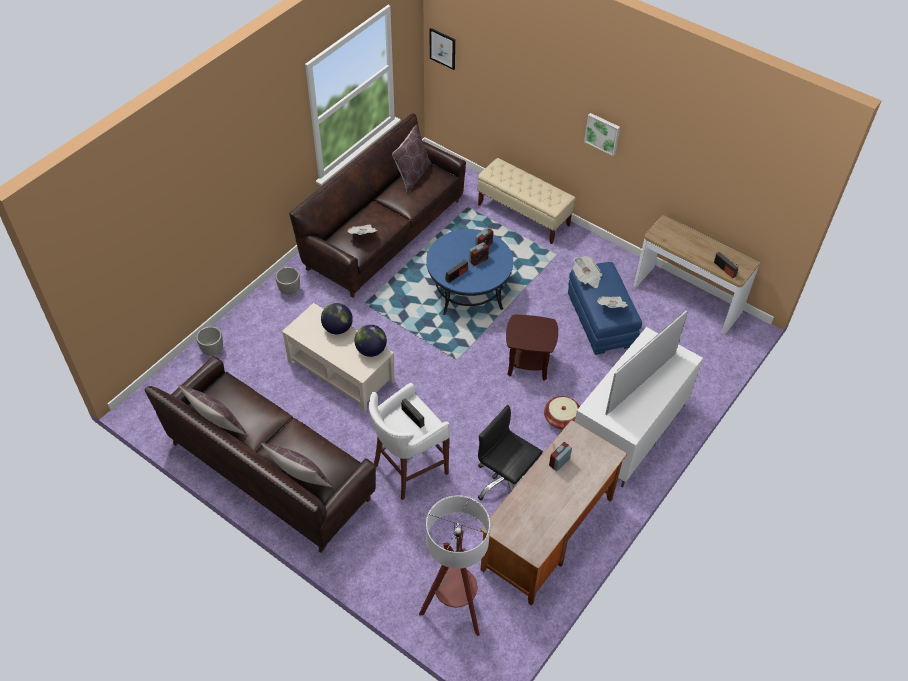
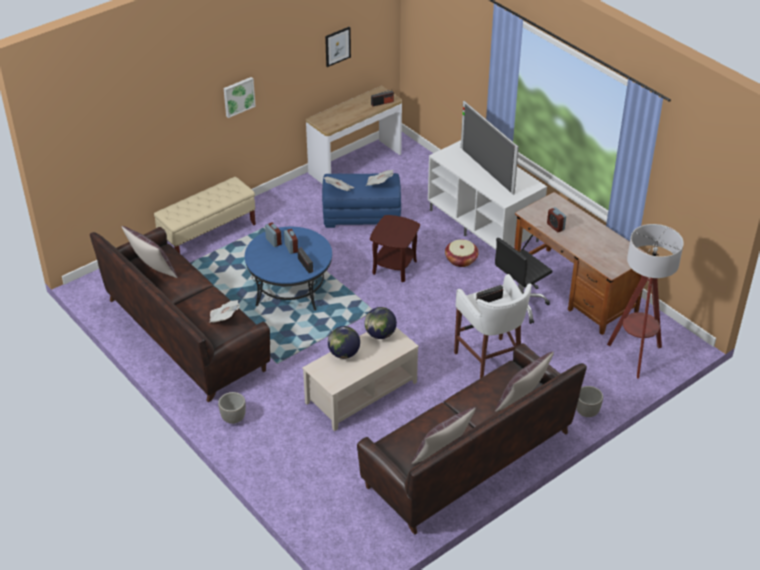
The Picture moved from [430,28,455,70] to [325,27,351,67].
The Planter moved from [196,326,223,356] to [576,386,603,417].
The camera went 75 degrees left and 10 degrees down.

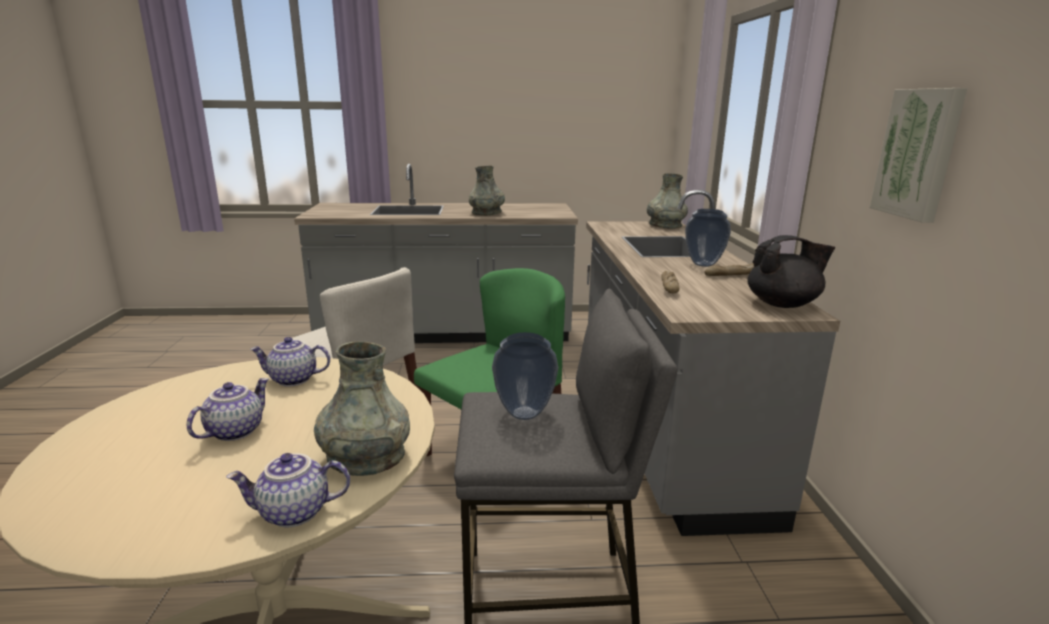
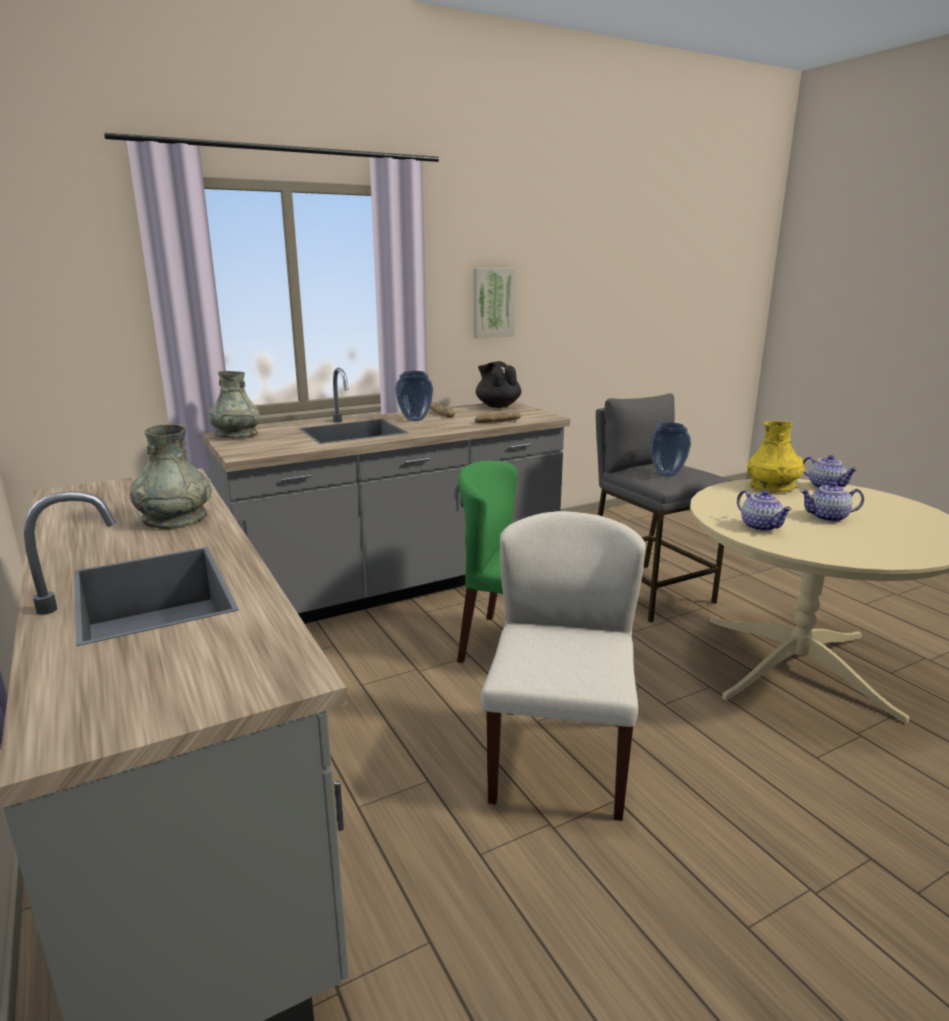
The GreyVase at [314,341,410,476] became the YellowVase at [747,421,804,493].
The camera went 115 degrees left and 0 degrees up.

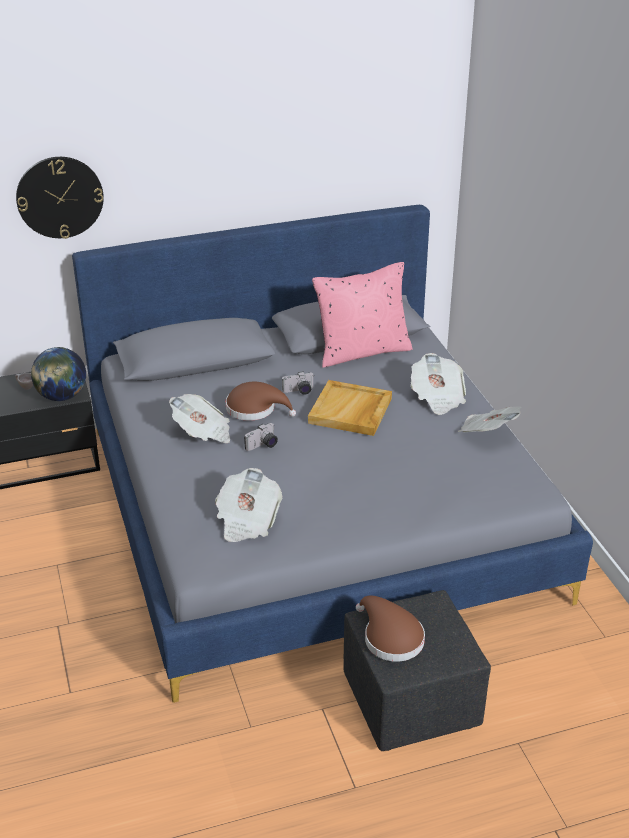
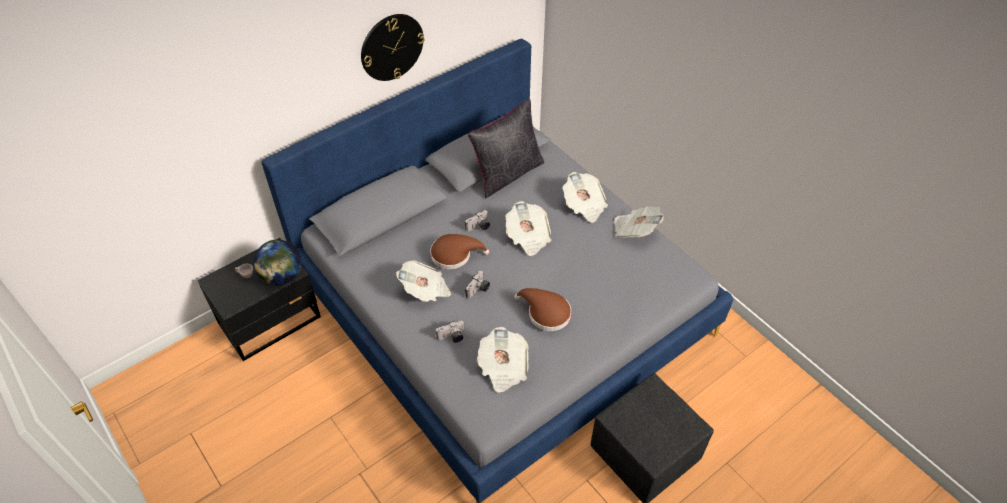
The WallClock moved from [16,157,104,239] to [361,14,425,81].
The PinkPillow at [312,262,412,368] became the BlackPillow at [468,99,544,198].
The BeigeTray at [308,380,392,436] was replaced by the Newspaper at [505,201,552,256].
The BrownHat moved from [356,596,425,662] to [514,288,571,331].
The PhotoCamera at [436,320,465,342] appeared.
The camera went 20 degrees left and 15 degrees up.

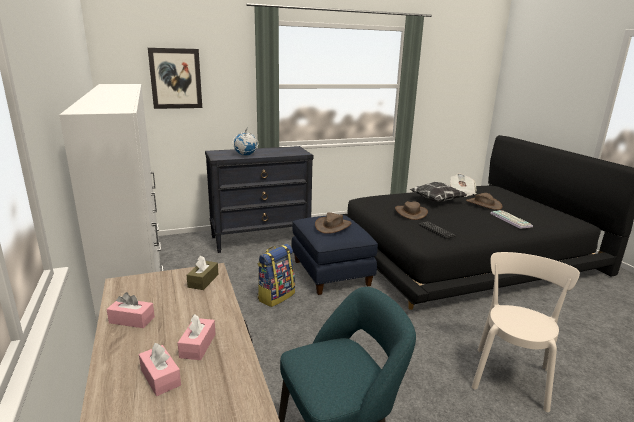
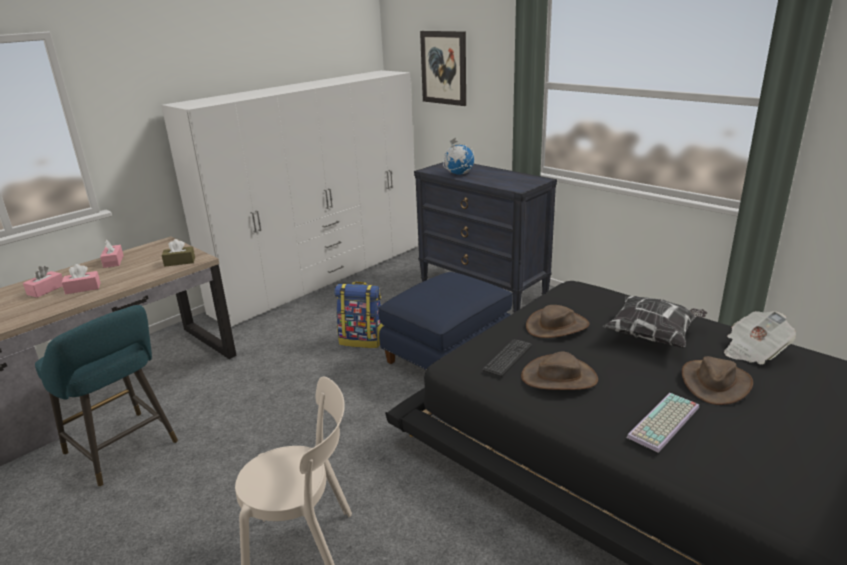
The BrownHat moved from [315,212,352,234] to [521,351,598,390].
The camera went 65 degrees right and 5 degrees up.

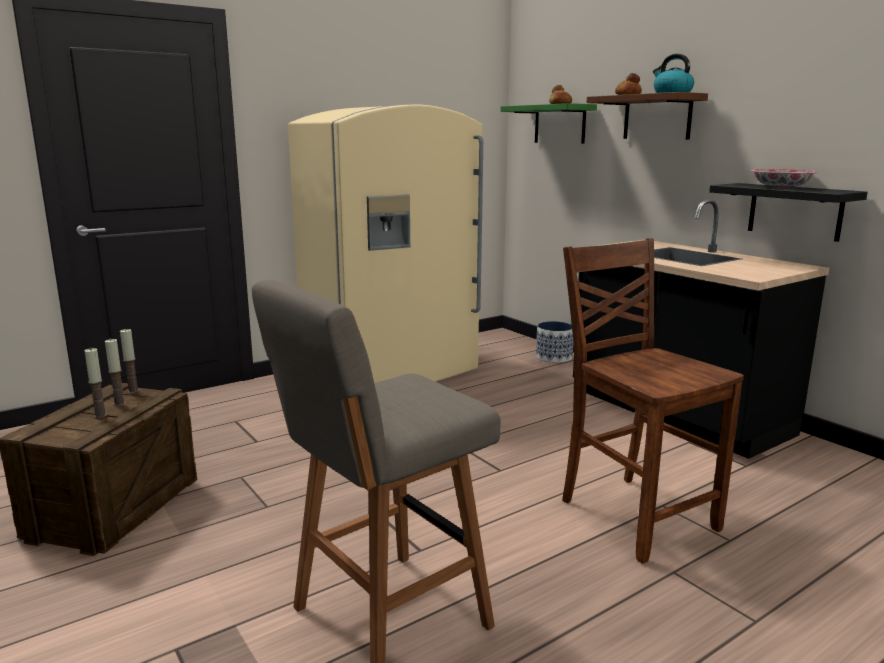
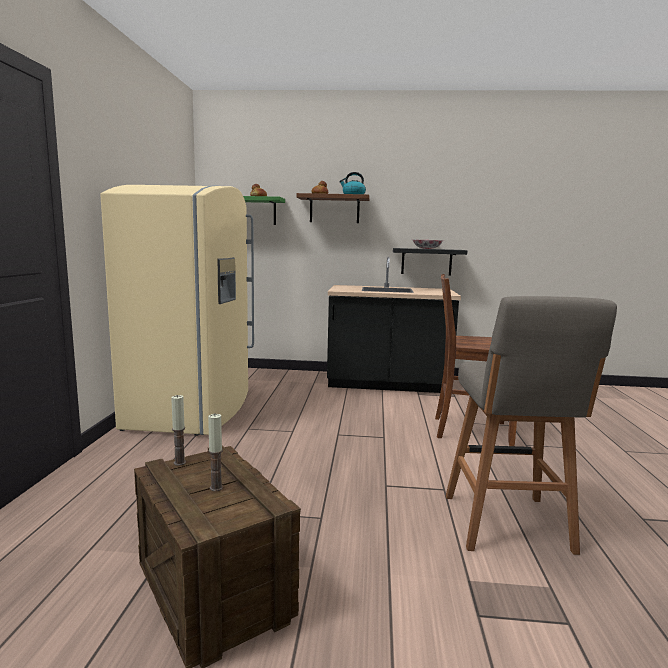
The Planter at [536,321,573,363] disappeared.
The Candle at [105,338,126,406] disappeared.
The camera went 50 degrees left and 5 degrees down.

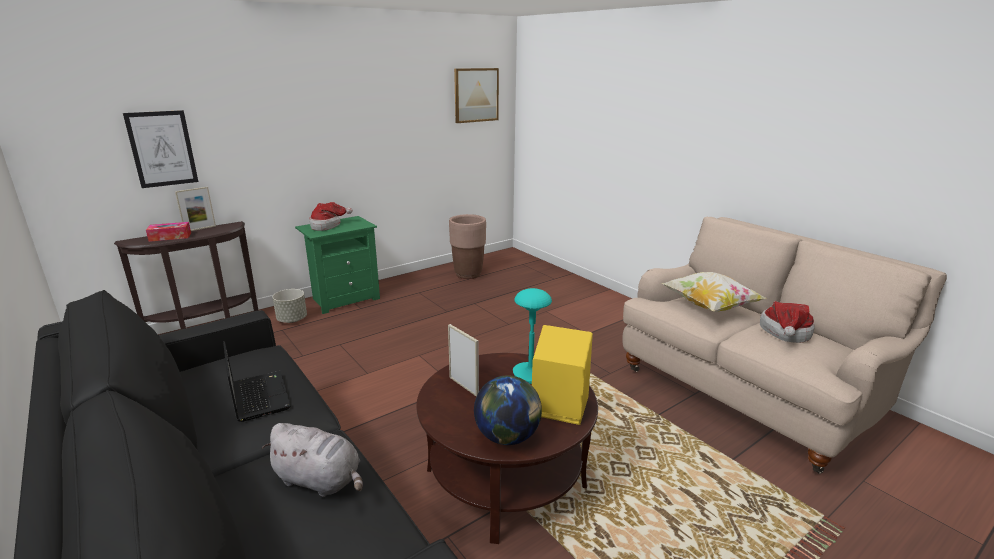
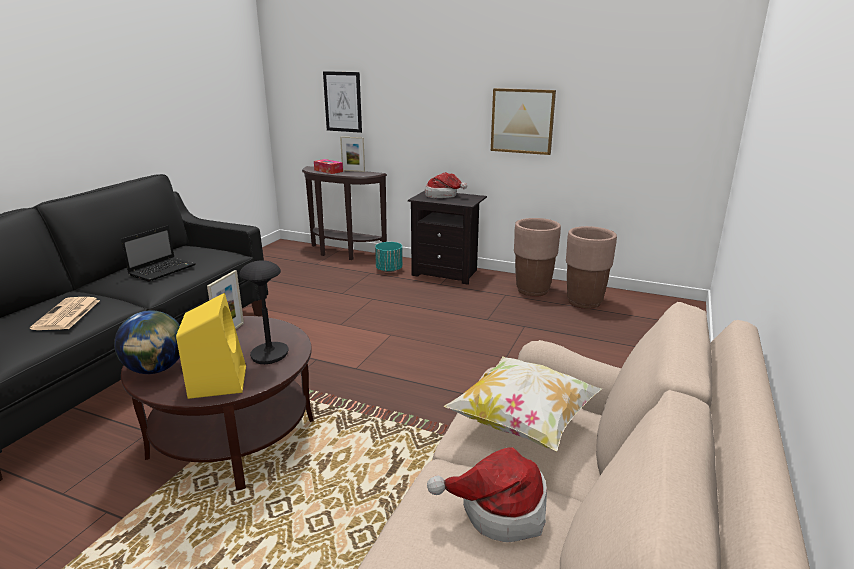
The Picture moved from [454,68,499,123] to [491,88,556,155].
The GreenNightstand at [295,216,380,314] became the BlackNightstand at [408,191,487,285].
The TurquoiseTableLamp at [513,288,552,384] became the BlackTableLamp at [239,260,289,364].
The GreyPlanter at [273,289,307,323] became the TurquoisePlanter at [375,242,403,272].
The GreyPlushToy at [262,423,363,497] was replaced by the Newspaper at [30,297,100,330].
The BrownPlanter at [514,218,561,297] appeared.
The camera went 60 degrees right and 0 degrees up.

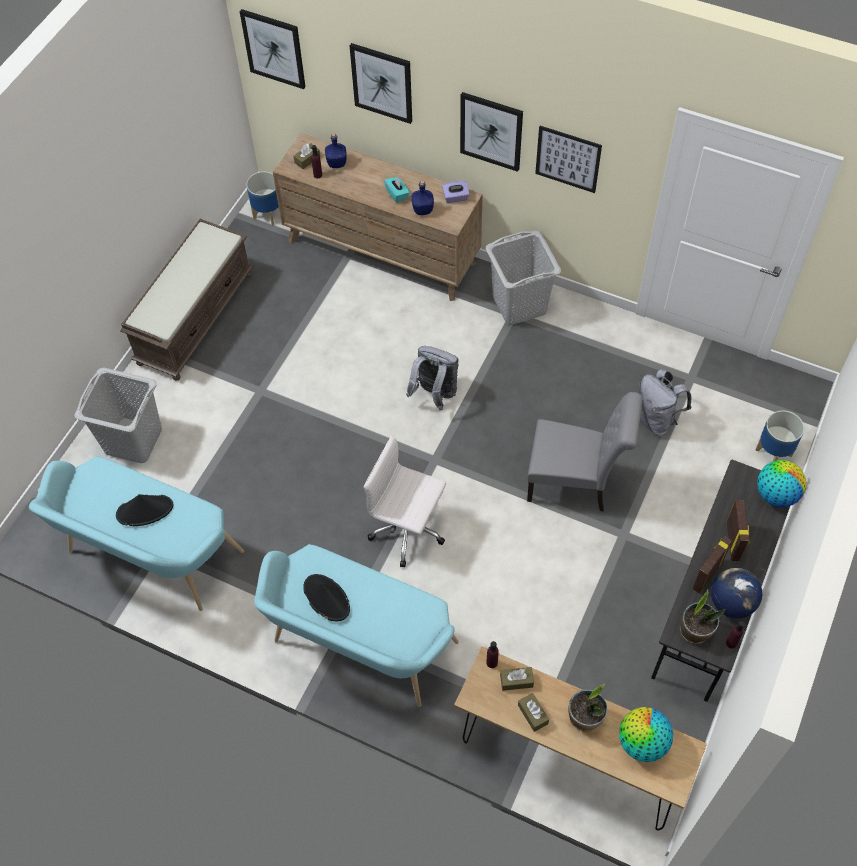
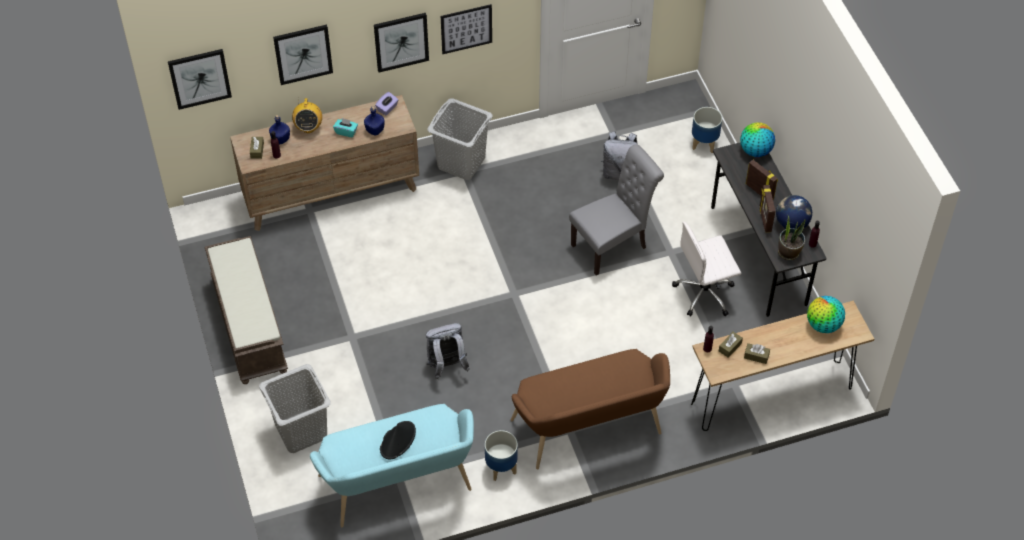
The Planter moved from [246,171,279,225] to [485,430,518,481].
The GreyBackpack moved from [406,346,459,410] to [426,323,470,379].
The WhiteOfficeChair moved from [364,435,446,567] to [672,222,741,317].
The TurquoiseBench at [254,544,459,707] became the BrownBench at [511,349,670,469].
The BlackHat at [303,574,350,621] disappeared.
The PottedPlant at [568,683,607,731] disappeared.
The Radio at [292,98,322,133] appeared.
The camera went 45 degrees left and 5 degrees down.

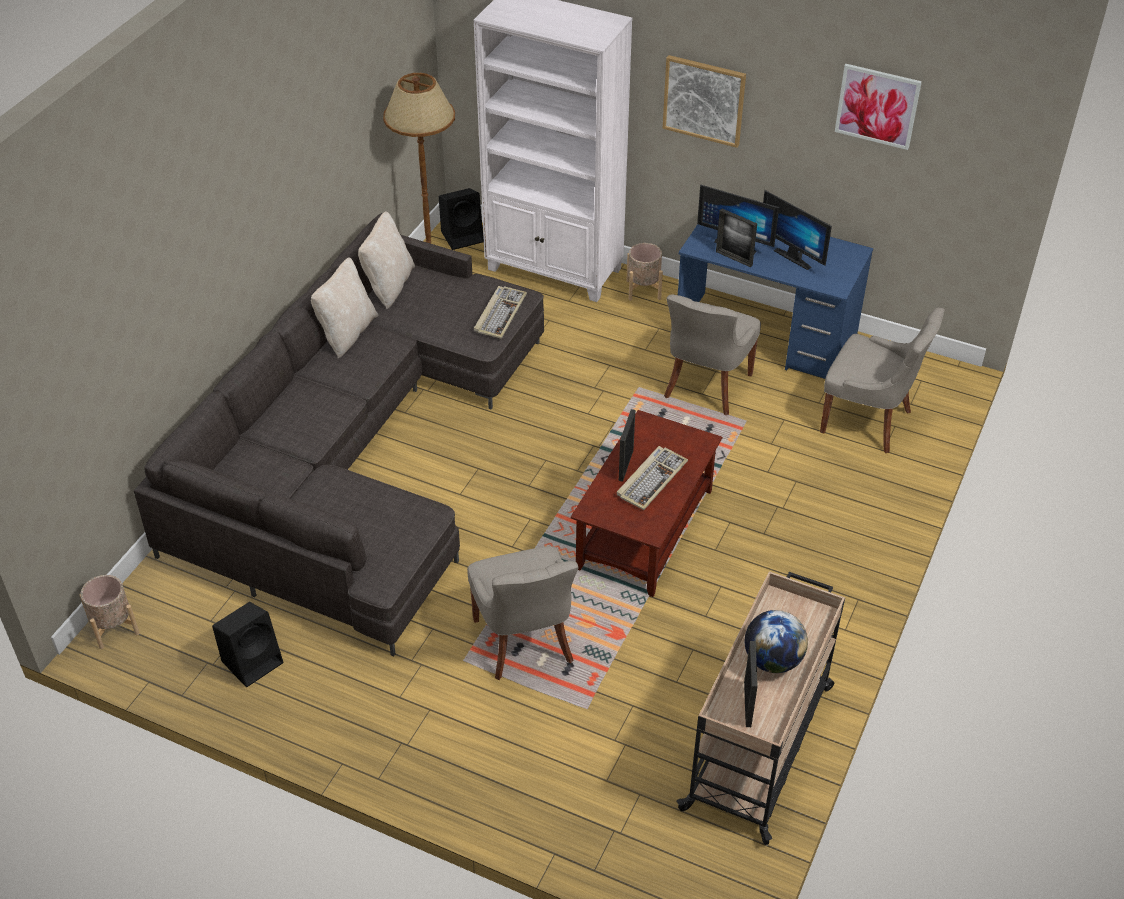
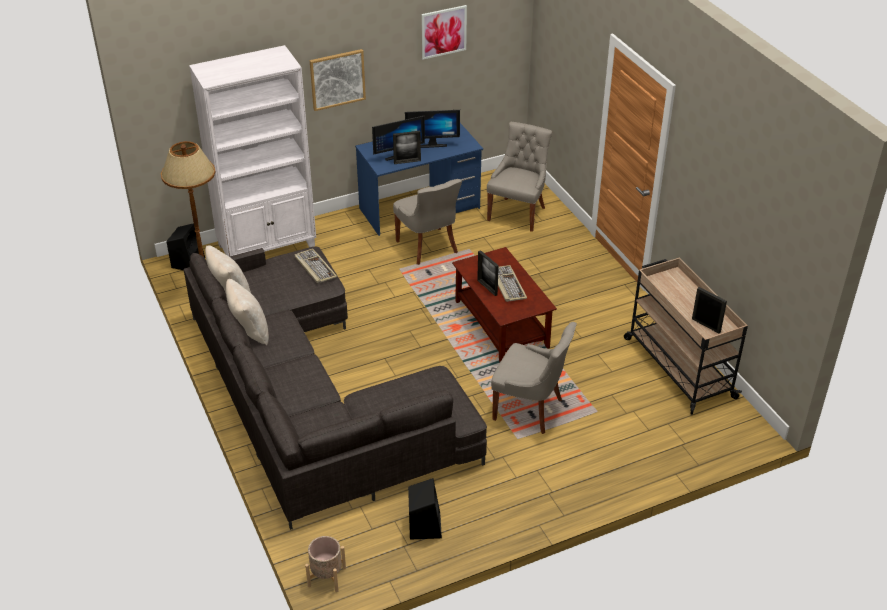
The BeigePlanter at [626,243,663,301] disappeared.
The GreyChair at [820,307,945,453] turned 45 degrees counterclockwise.
The Globe at [745,610,808,673] disappeared.
The camera went 50 degrees left and 5 degrees down.

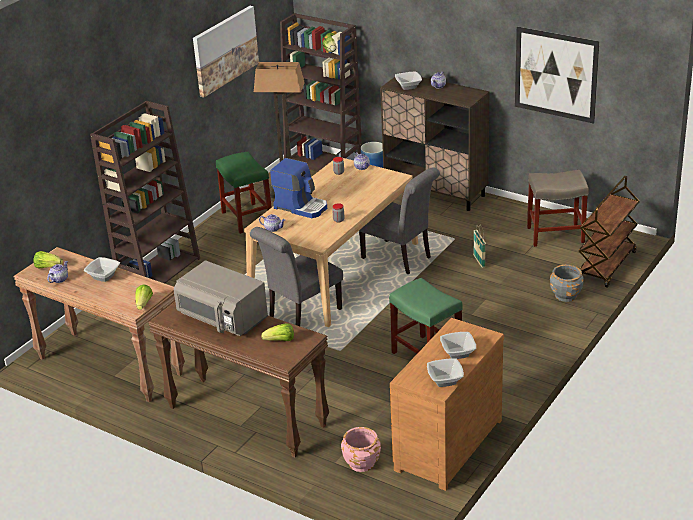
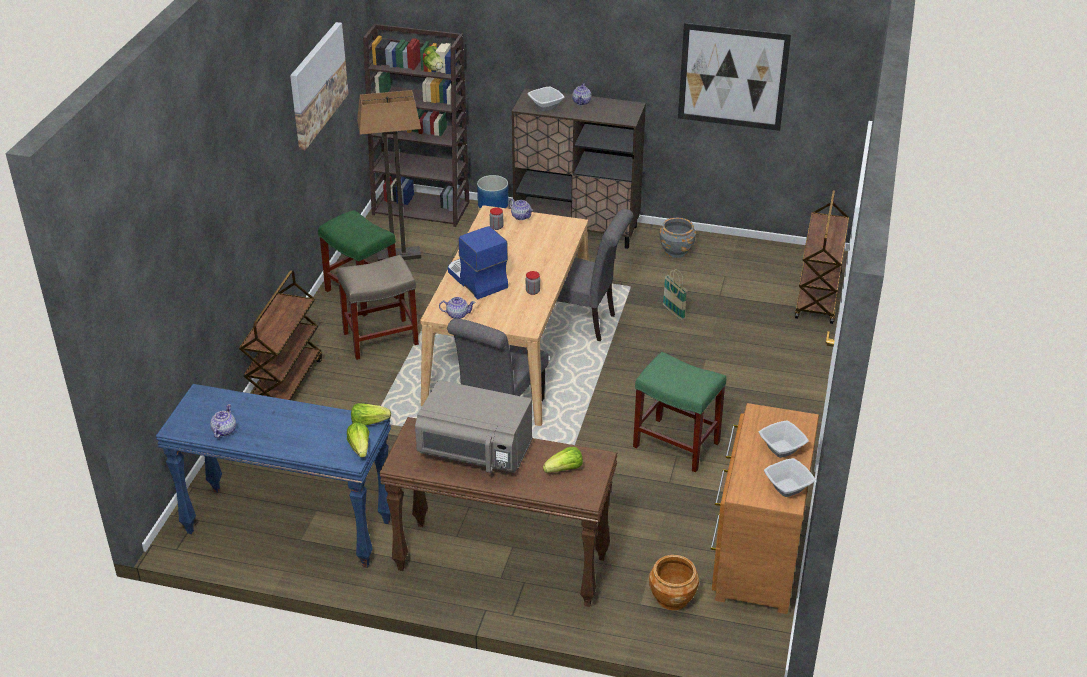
The BrownBookcase at [90,101,200,283] was replaced by the BrownCart at [239,270,322,400].
The CoffeeMachine at [270,158,327,218] turned 135 degrees counterclockwise.
The BeigeStool moved from [527,170,589,247] to [337,255,419,360].
The BrownConsoleTable at [14,247,185,403] became the BlueConsoleTable at [156,384,391,568].
The Lettuce moved from [33,251,63,269] to [351,403,391,426].
The Bowl at [84,257,120,282] disappeared.
The GreyPlanter moved from [550,265,584,302] to [659,218,696,258].
The PinkPlanter at [341,427,381,472] became the BrownPlanter at [649,555,699,610].
The camera went 20 degrees left and 5 degrees up.

